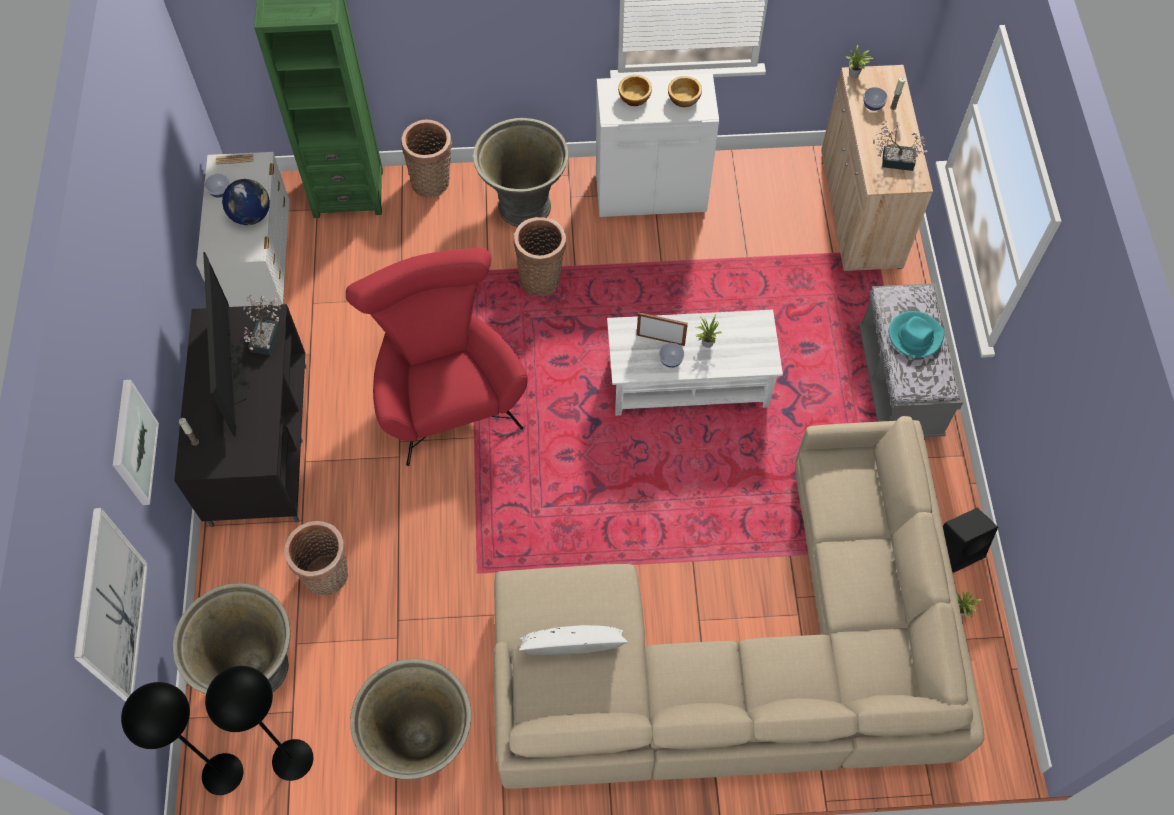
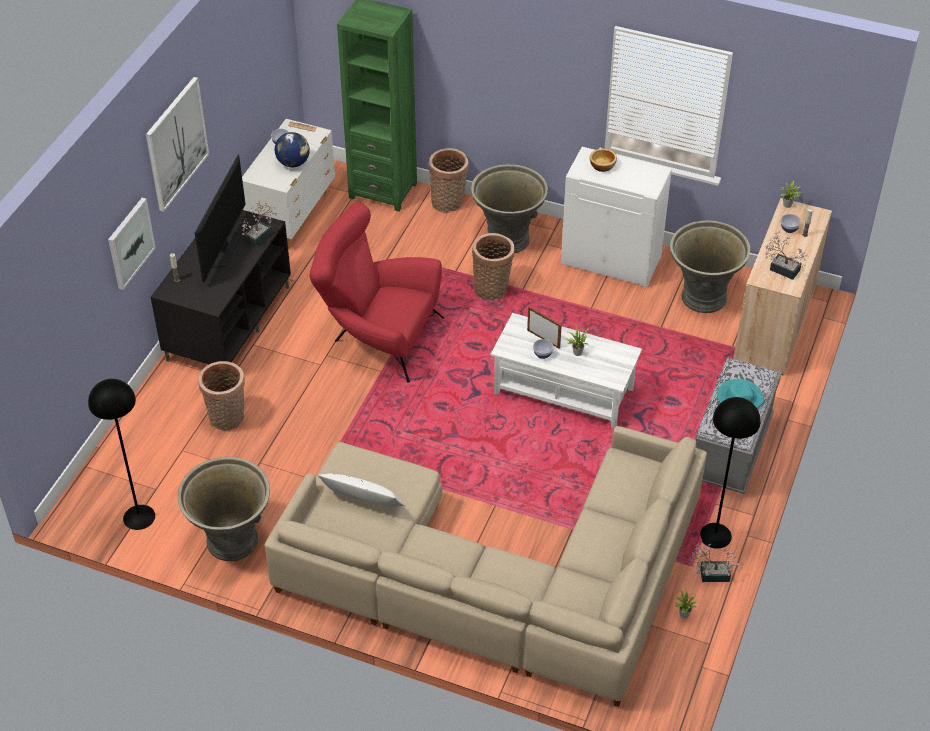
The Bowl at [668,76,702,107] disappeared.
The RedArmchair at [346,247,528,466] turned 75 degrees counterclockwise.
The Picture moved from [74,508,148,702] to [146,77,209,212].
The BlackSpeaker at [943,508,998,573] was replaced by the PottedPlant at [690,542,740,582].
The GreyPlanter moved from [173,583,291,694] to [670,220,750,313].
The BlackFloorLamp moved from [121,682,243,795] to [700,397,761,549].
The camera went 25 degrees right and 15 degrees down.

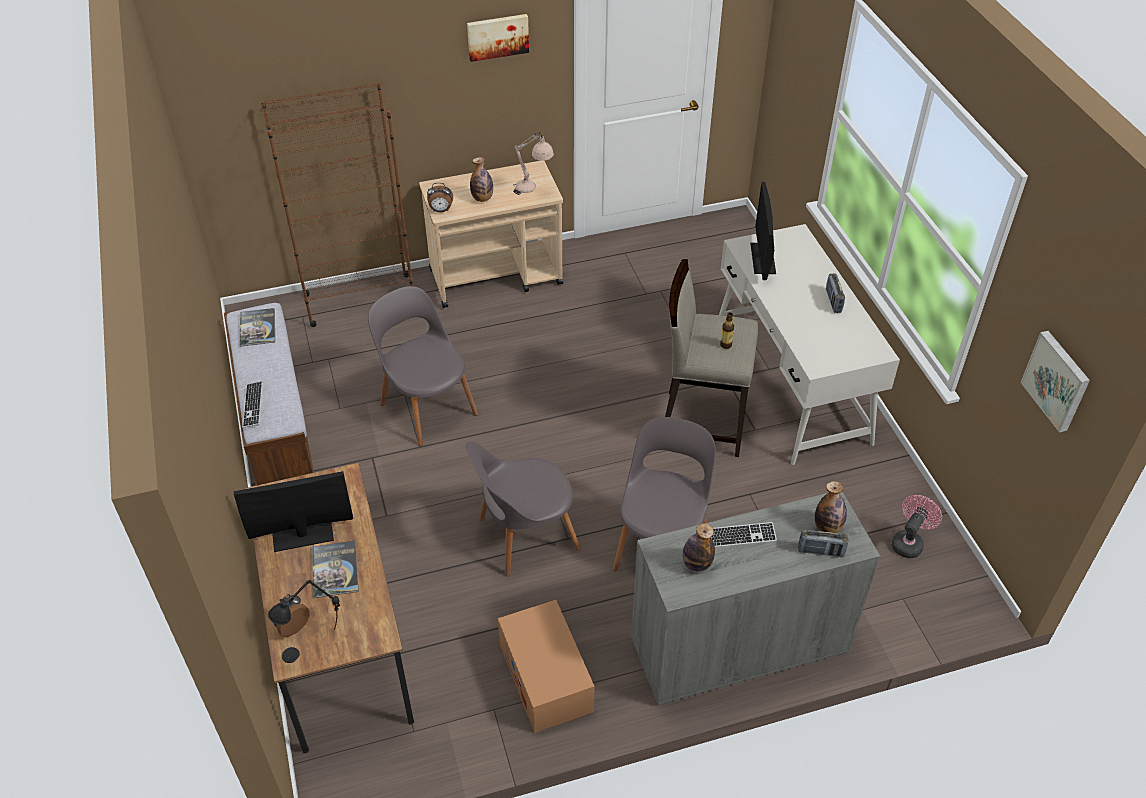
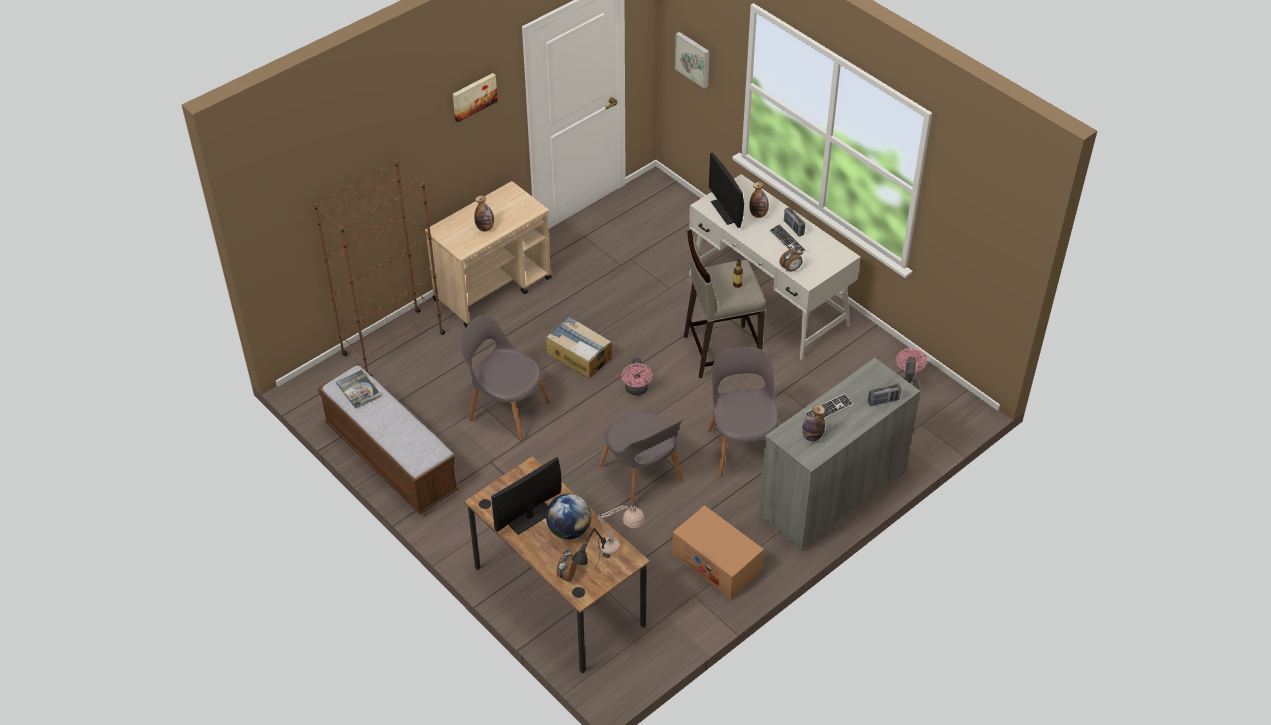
The BeigeTableLamp moved from [513,132,554,195] to [597,503,645,558].
The AlarmClock moved from [427,183,453,212] to [779,247,803,272].
The Picture moved from [1020,331,1090,432] to [675,32,710,88].
The Keyboard moved from [242,381,263,428] to [769,224,806,252].
The GreyChair at [466,441,581,576] turned 75 degrees counterclockwise.
The Bottle moved from [815,481,847,533] to [749,182,769,218].
The Book at [312,541,359,598] was replaced by the Globe at [546,494,592,539].
The CardboardBox at [546,316,612,378] appeared.
The PinkFan at [622,358,653,395] appeared.
The camera went 25 degrees left and 0 degrees up.

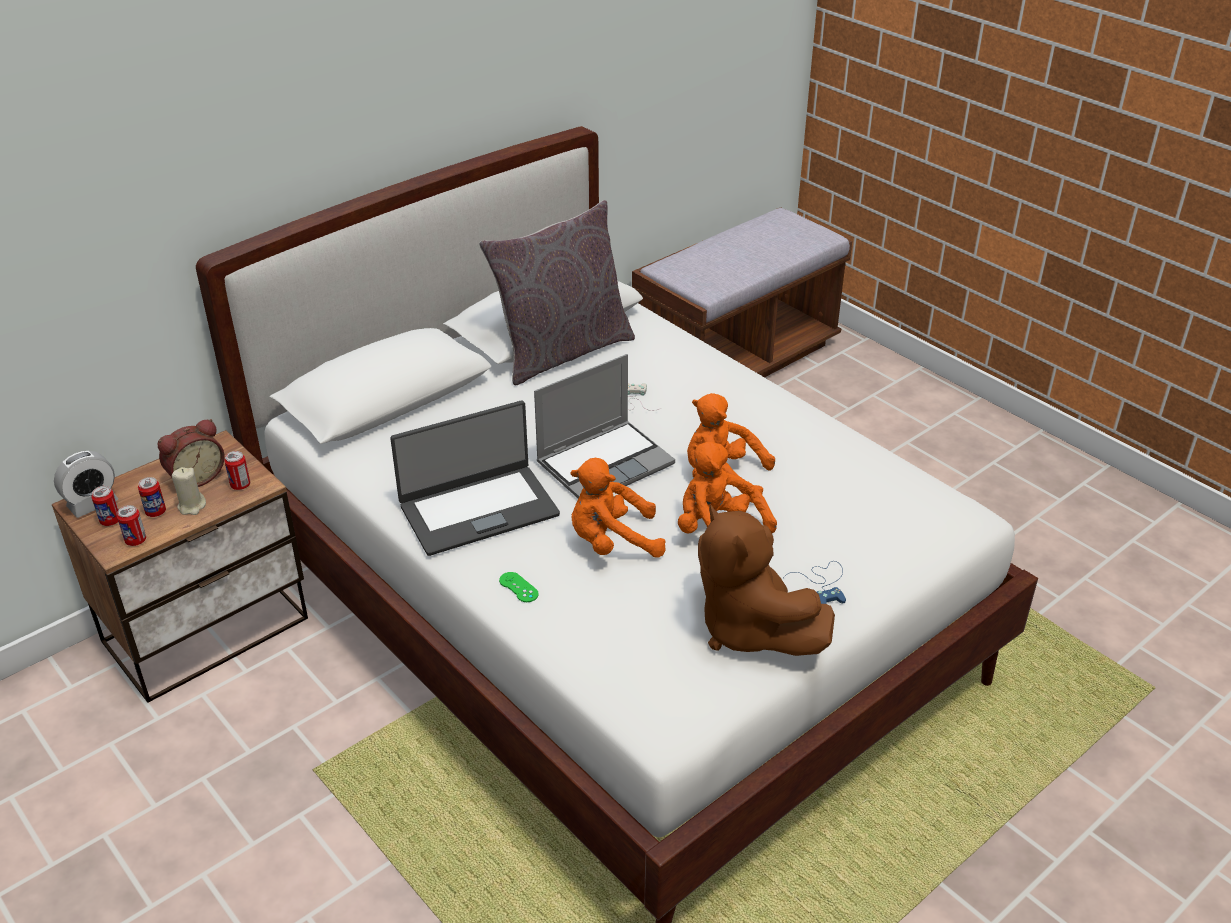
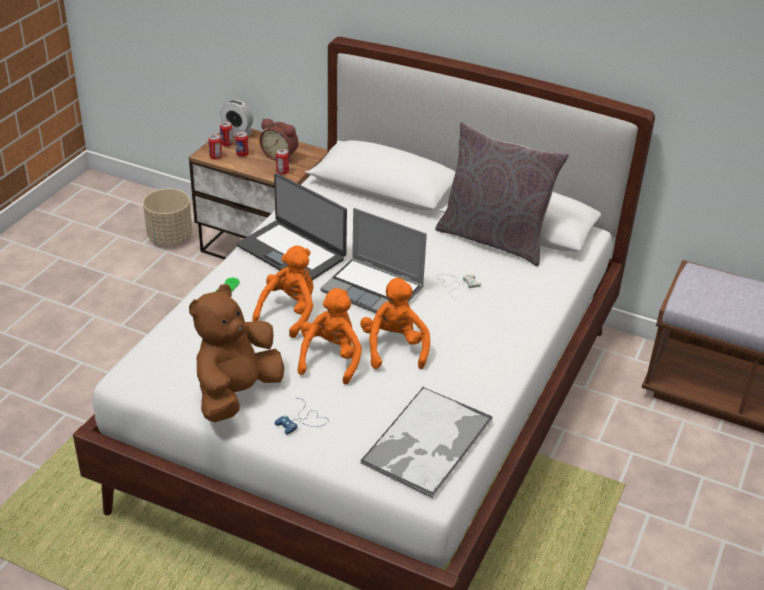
The OrangePlushToy at [570,458,666,558] turned 60 degrees clockwise.
The BeigeCandle at [172,467,206,515] disappeared.
The BeigePlanter at [143,189,192,244] appeared.
The Tray at [360,386,493,498] appeared.
The camera went 65 degrees right and 0 degrees up.

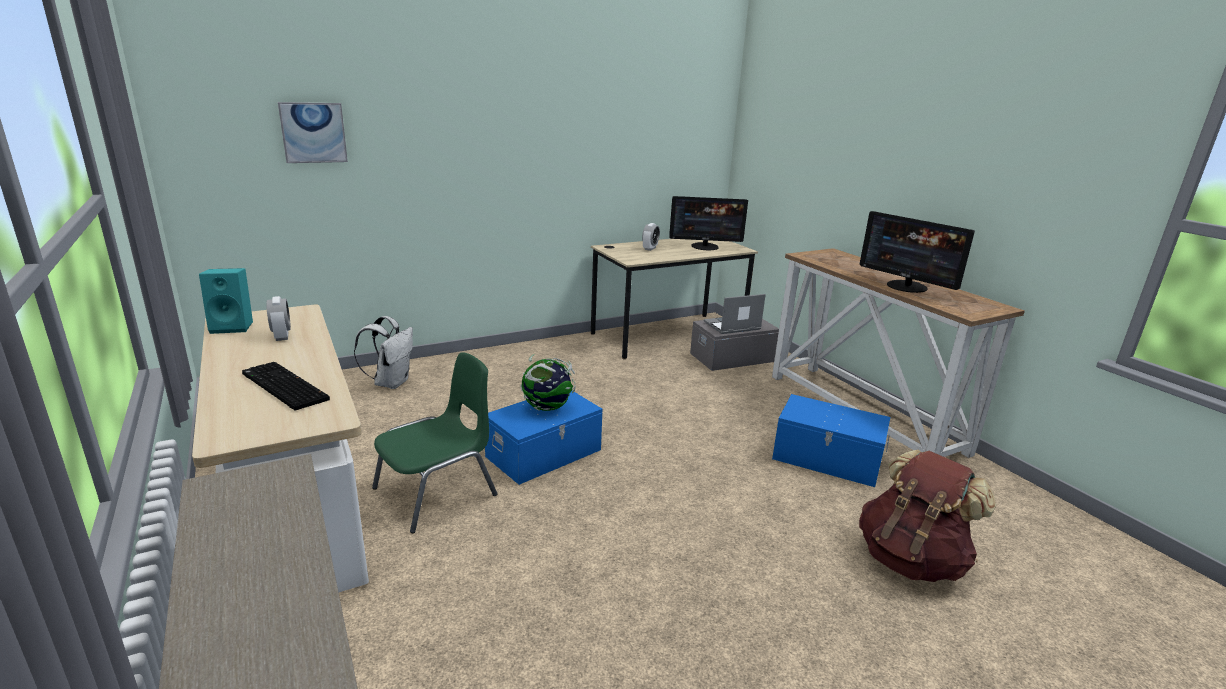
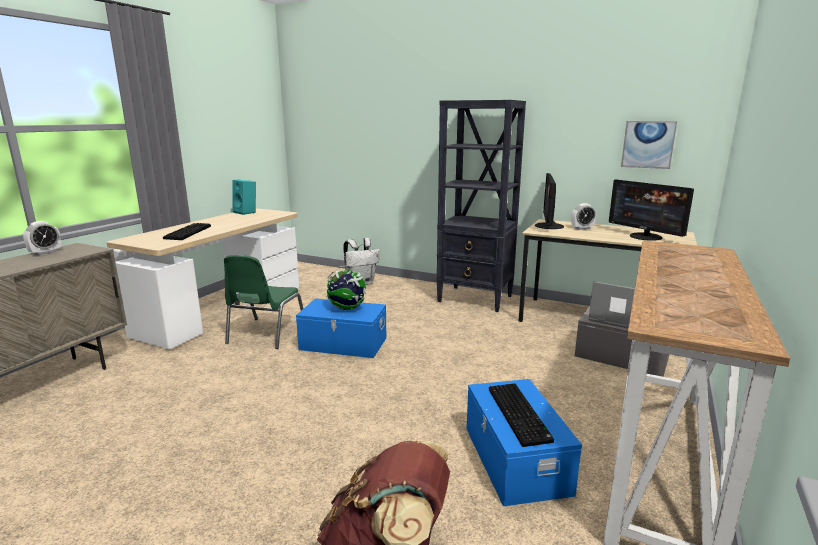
The Picture moved from [278,102,348,163] to [621,121,677,169].
The Monitor moved from [860,211,975,293] to [535,173,564,229].
The AlarmClock moved from [266,296,291,341] to [23,221,61,255].
The GreenChair at [372,352,497,533] turned 90 degrees clockwise.
The BlackBookcase at [436,100,526,312] appeared.
The Keyboard at [489,383,554,447] appeared.
The camera went 55 degrees right and 5 degrees down.

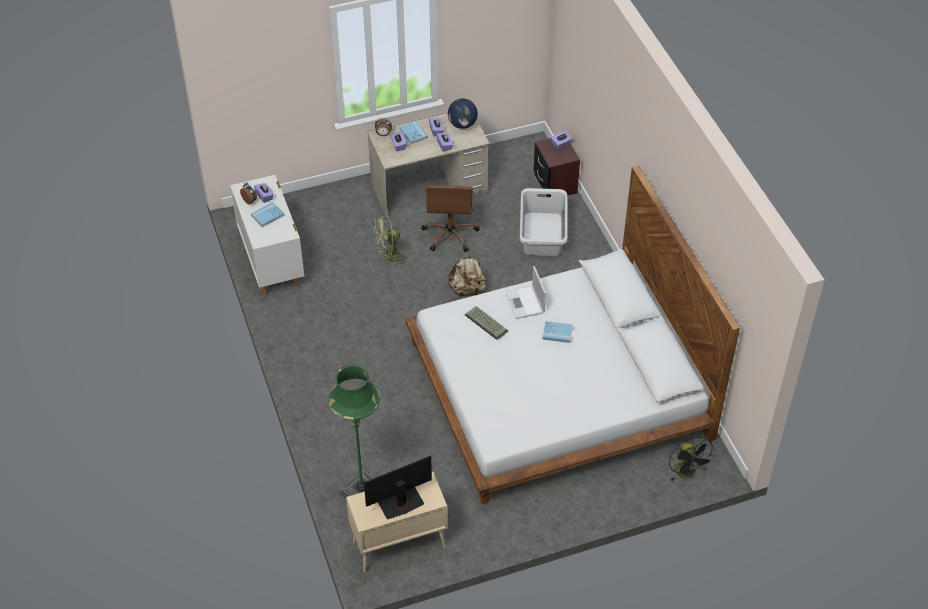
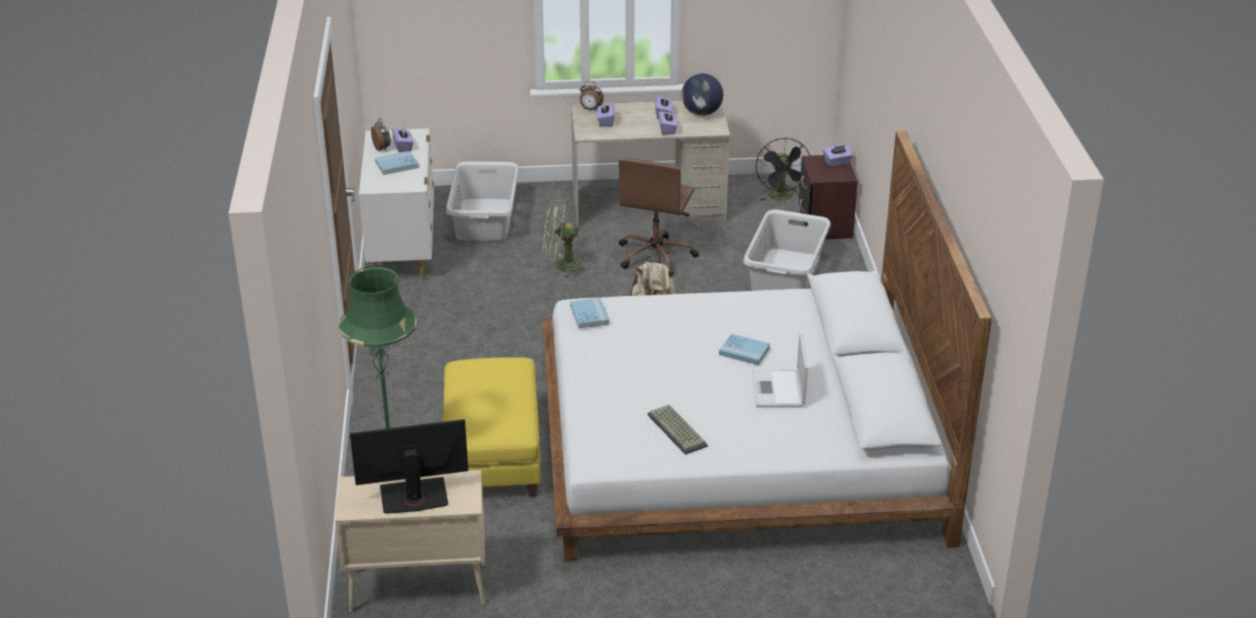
The BlueBook moved from [400,121,428,144] to [570,298,609,328].
The Laptop moved from [505,266,546,319] to [752,333,808,408].
The Keyboard moved from [465,306,508,340] to [648,405,708,455].
The BlackFan moved from [669,437,715,481] to [756,138,810,201].
The GreyLaundryBasket at [446,161,519,241] appeared.
The YellowOttoman at [443,357,541,497] appeared.
The camera went 15 degrees right and 15 degrees down.

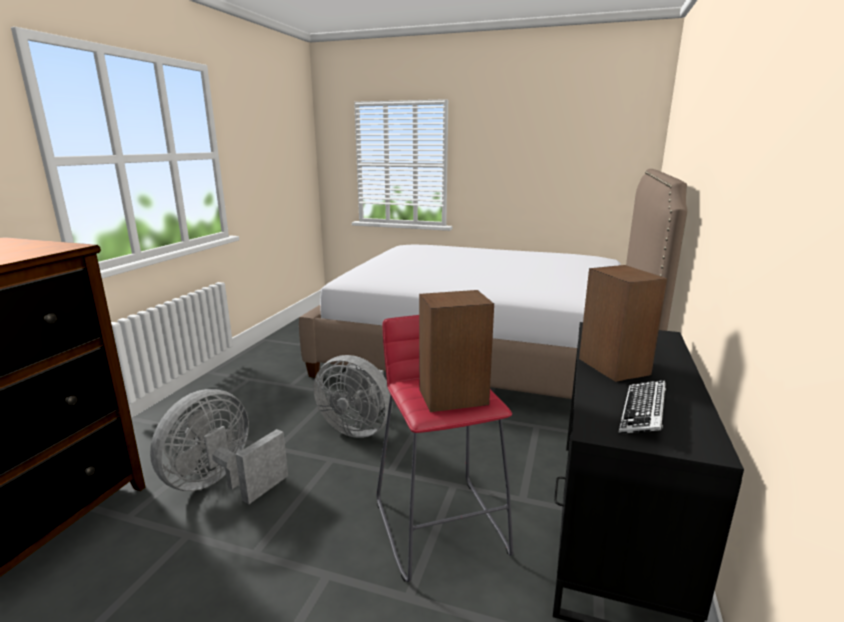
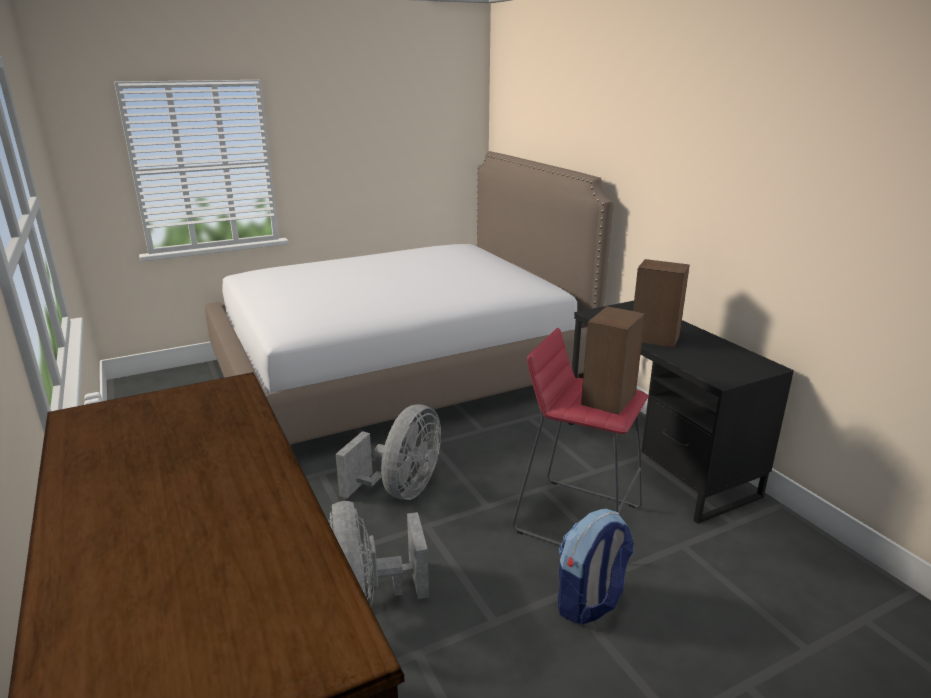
The GreyFan at [314,355,393,438] turned 45 degrees counterclockwise.
The Keyboard at [618,380,666,434] disappeared.
The Backpack at [558,509,634,625] appeared.
The camera went 45 degrees left and 5 degrees up.

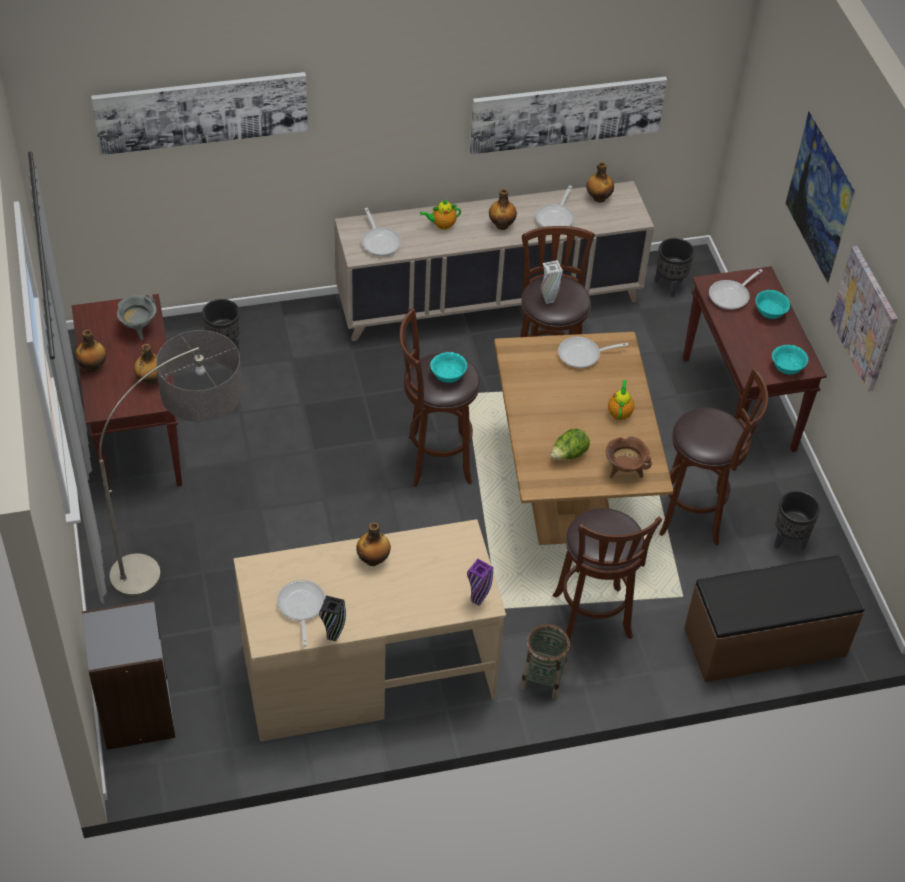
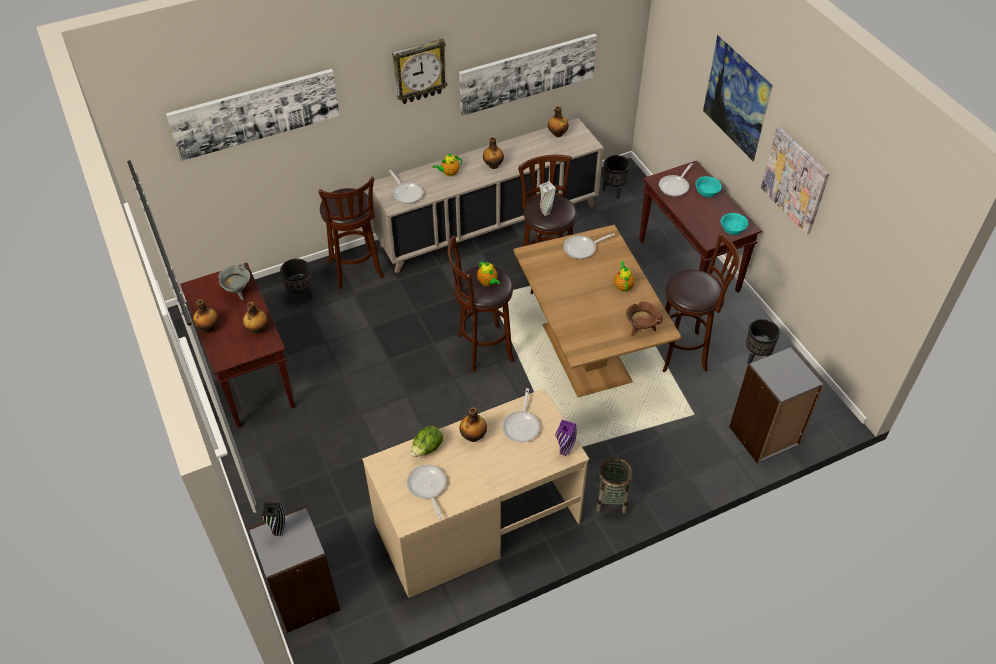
The FryingPan moved from [535,185,574,227] to [502,388,540,442].
The FloorLamp at [99,330,243,598] disappeared.
The TurquoiseBowl at [430,352,467,383] was replaced by the Teapot at [477,261,500,286].
The Lettuce moved from [551,428,590,460] to [411,426,443,457].
The BrownStool moved from [552,508,662,640] to [319,177,384,290].
The BrownBench at [684,556,864,682] was replaced by the GreyBookcase at [729,346,825,464].
The BlackVase moved from [319,595,346,641] to [261,502,285,536].
The WallClock at [392,39,448,104] appeared.
The camera went 10 degrees left and 0 degrees up.

